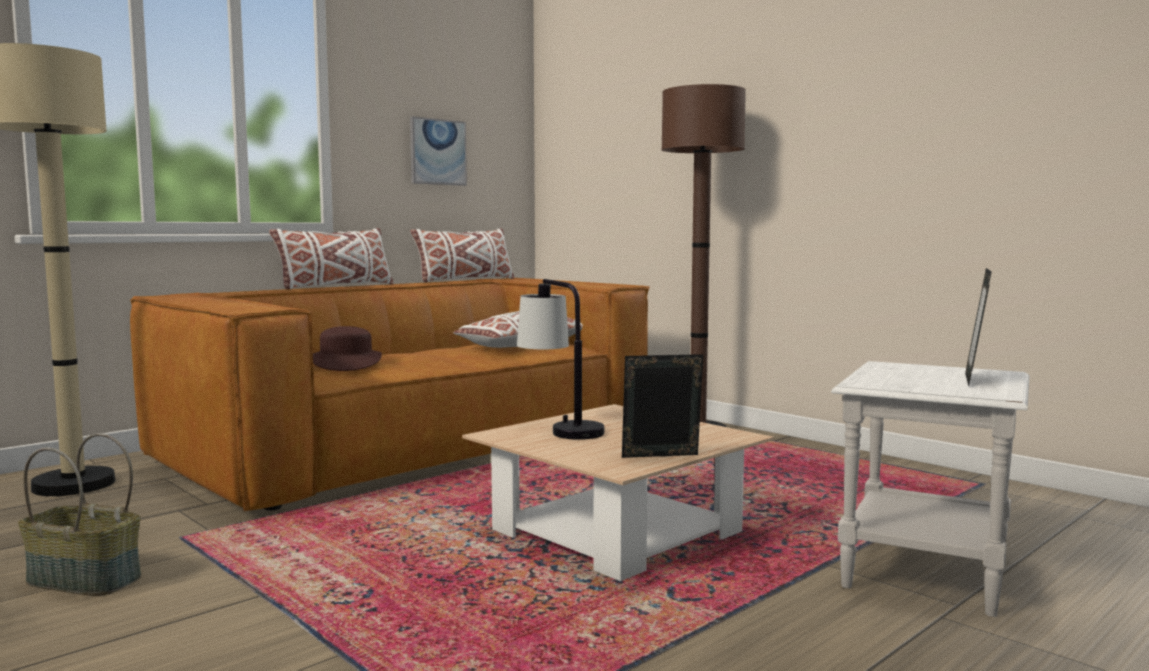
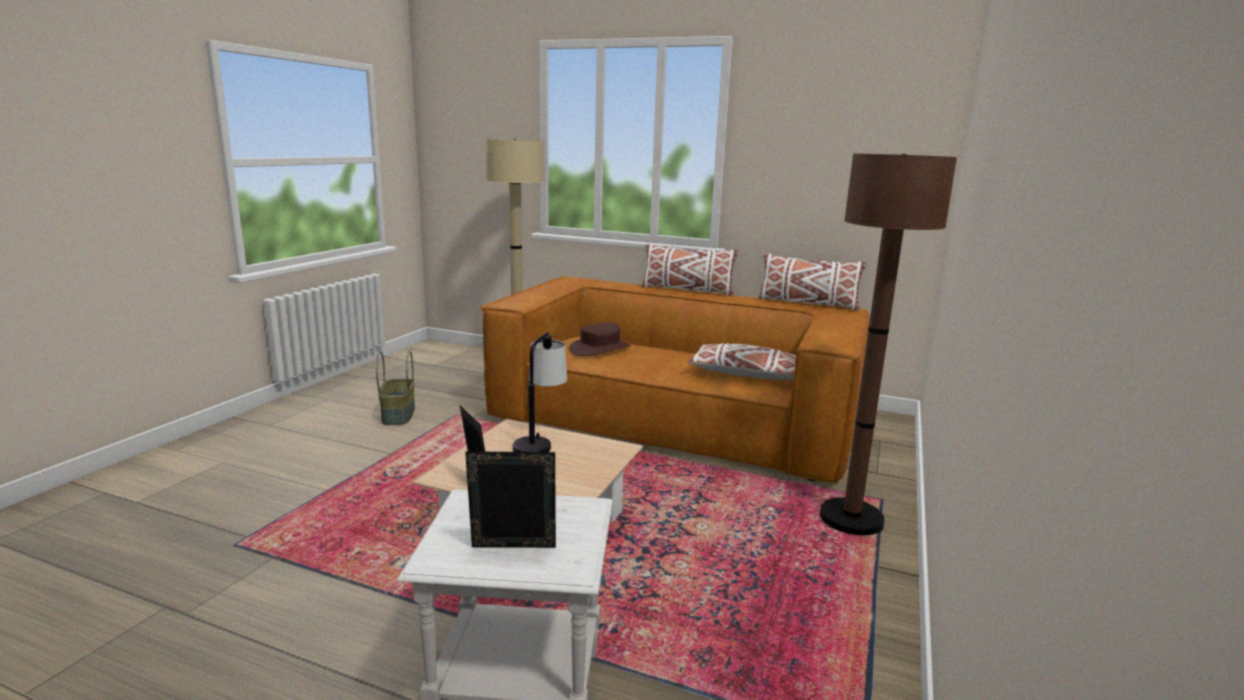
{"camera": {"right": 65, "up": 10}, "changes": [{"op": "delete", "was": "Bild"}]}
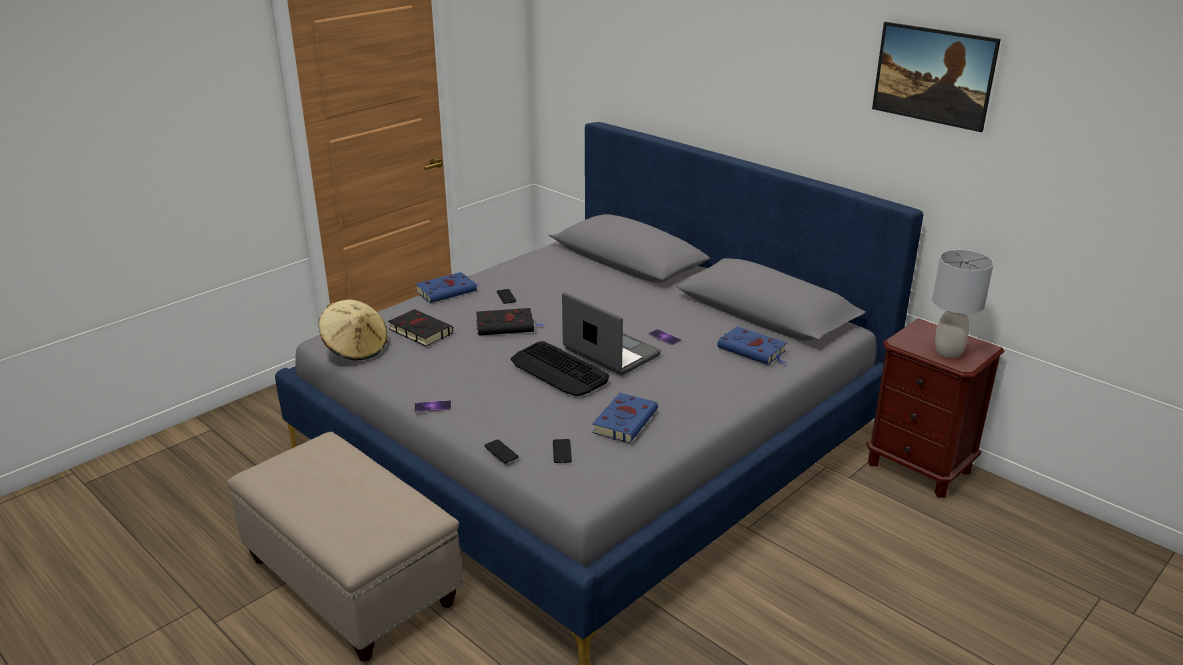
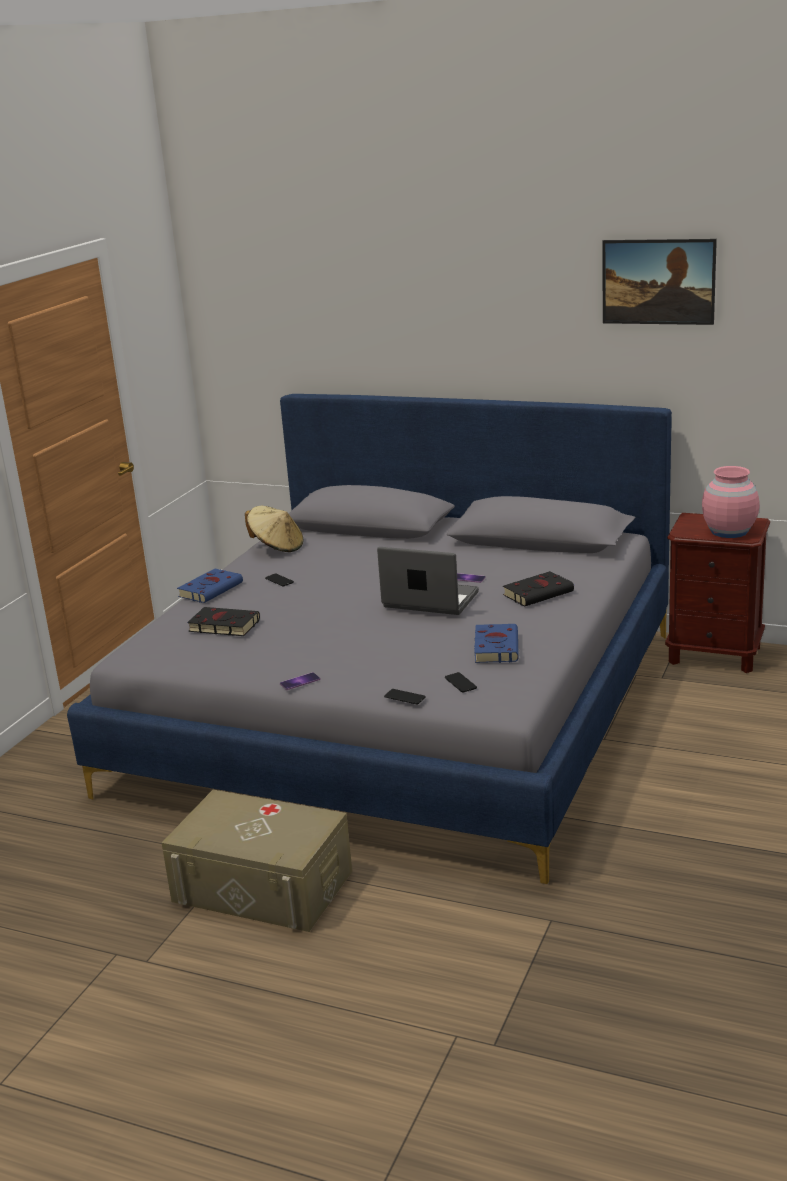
{"camera": {"right": -20, "up": -5}, "changes": [{"op": "replace", "was": "Polsterhocker (beige)", "now": "Aufbewahrungsbox (beige)"}, {"op": "move", "was": "Hut (beige)"}, {"op": "move", "was": "Buch (schwarz) (2nd from left)"}, {"op": "delete", "was": "Tastatur"}, {"op": "delete", "was": "Buch (blau) (3rd from left)"}, {"op": "replace", "was": "Tischlampe (grau)", "now": "Vase (rosa)"}]}
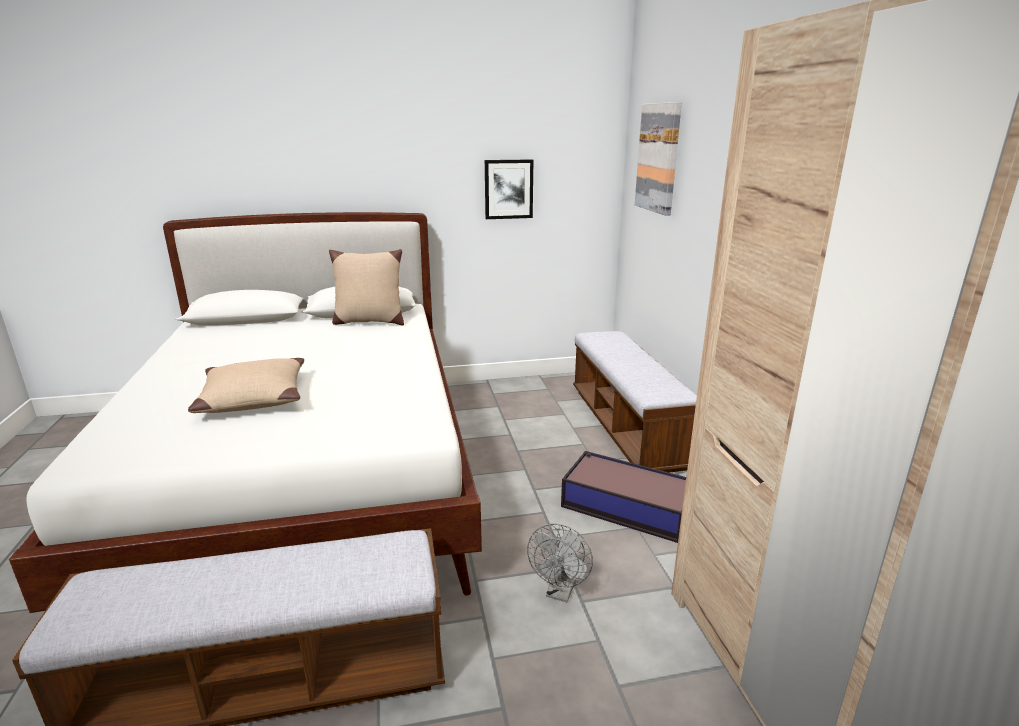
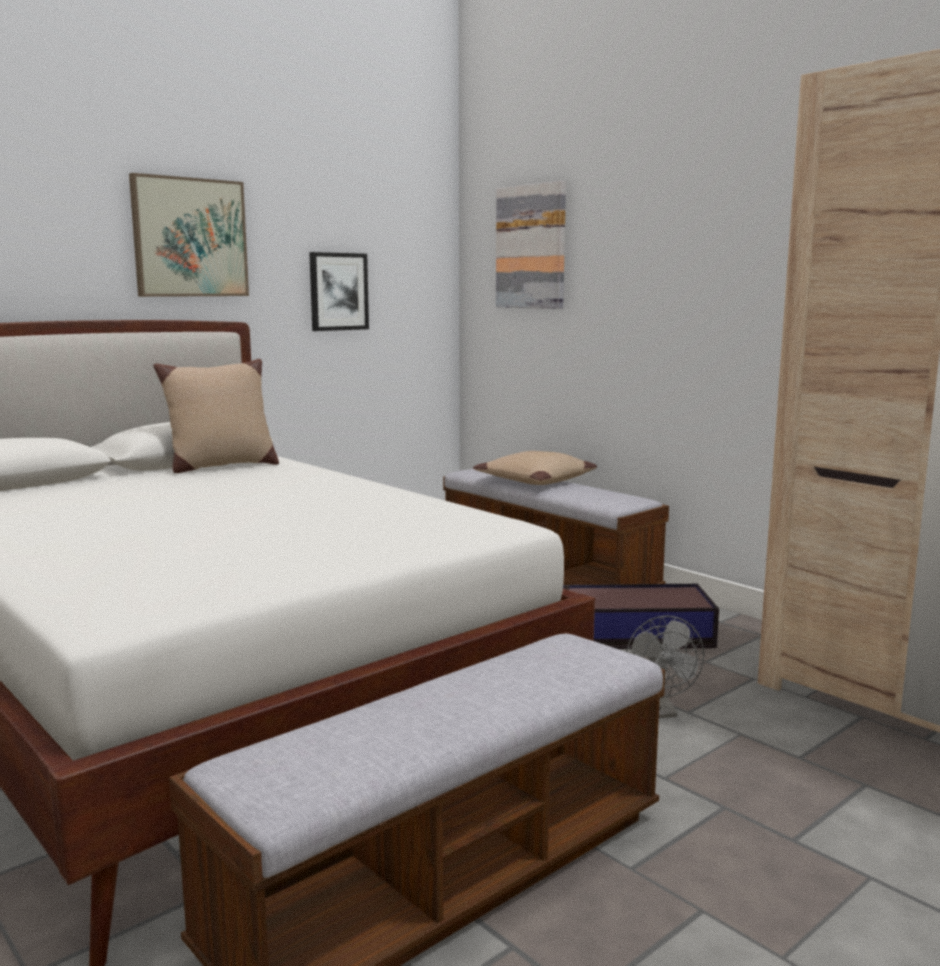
{"camera": {"right": -30, "up": -10}, "changes": [{"op": "move", "was": "Kissen (beige) (1st from left in the first image)", "now": "Kissen (beige) (2nd from left)"}, {"op": "insert", "now": "Bild (1st from left)"}]}
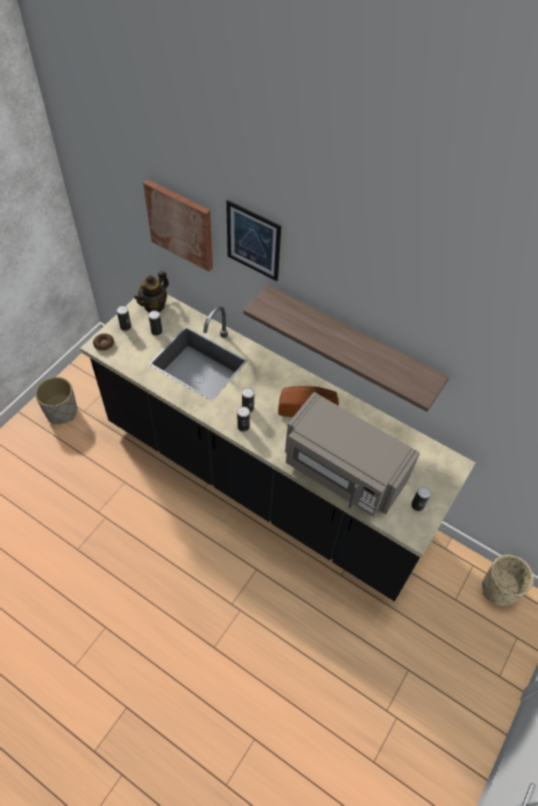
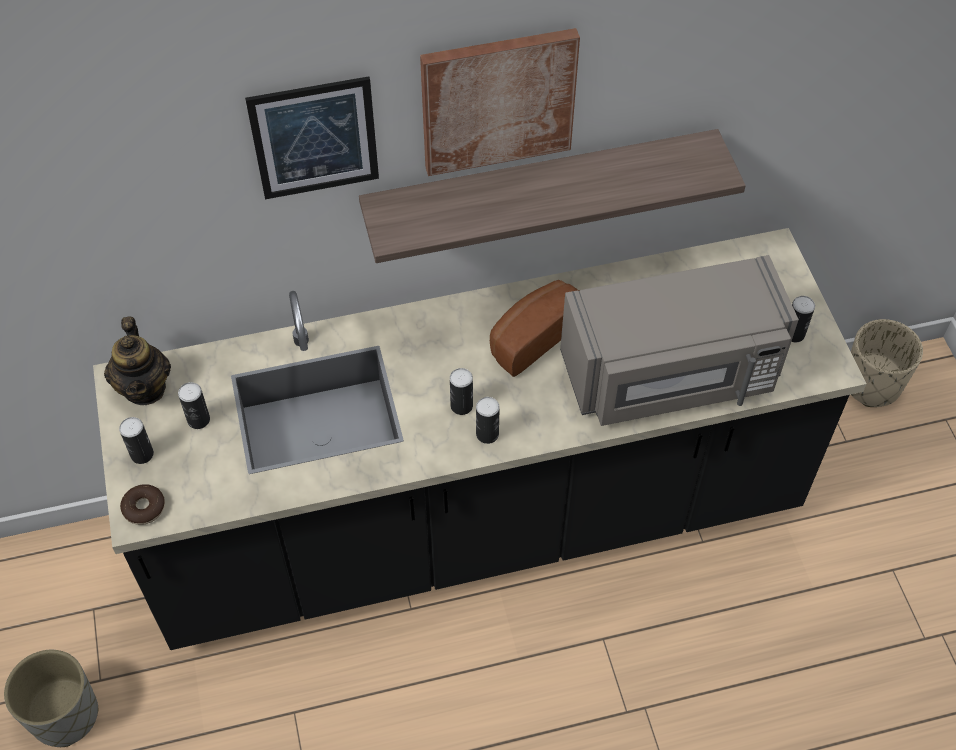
{"camera": {"right": -45, "up": 0}, "changes": [{"op": "move", "was": "Bild (1st from left in the first image)", "now": "Bild (2nd from left)"}]}
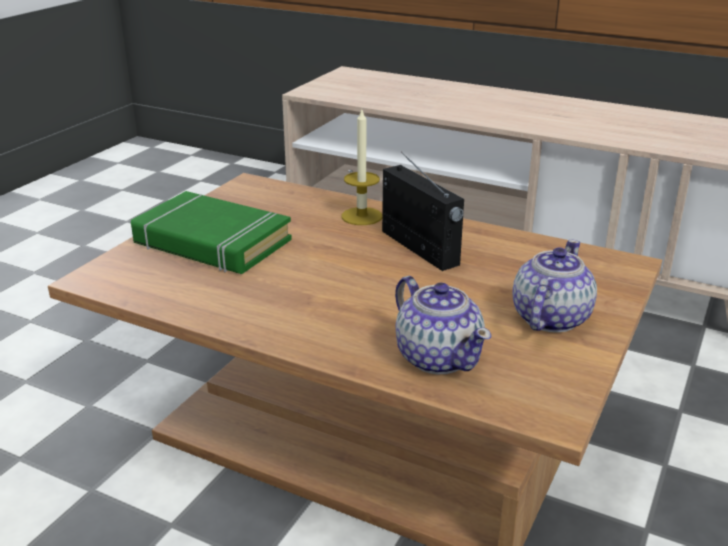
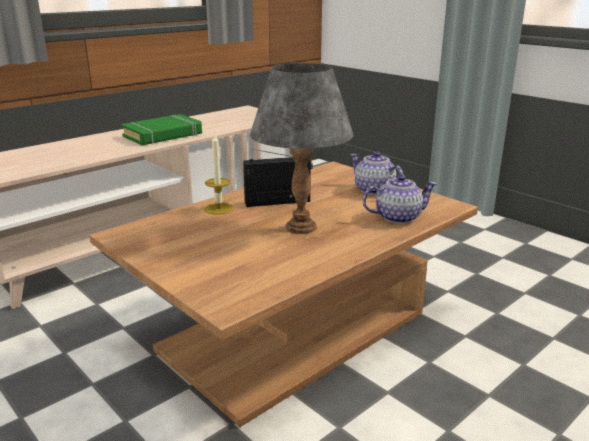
{"camera": {"right": -70, "up": -5}, "changes": [{"op": "move", "was": "Buch (grün)"}, {"op": "insert", "now": "Tischlampe (grau)"}]}
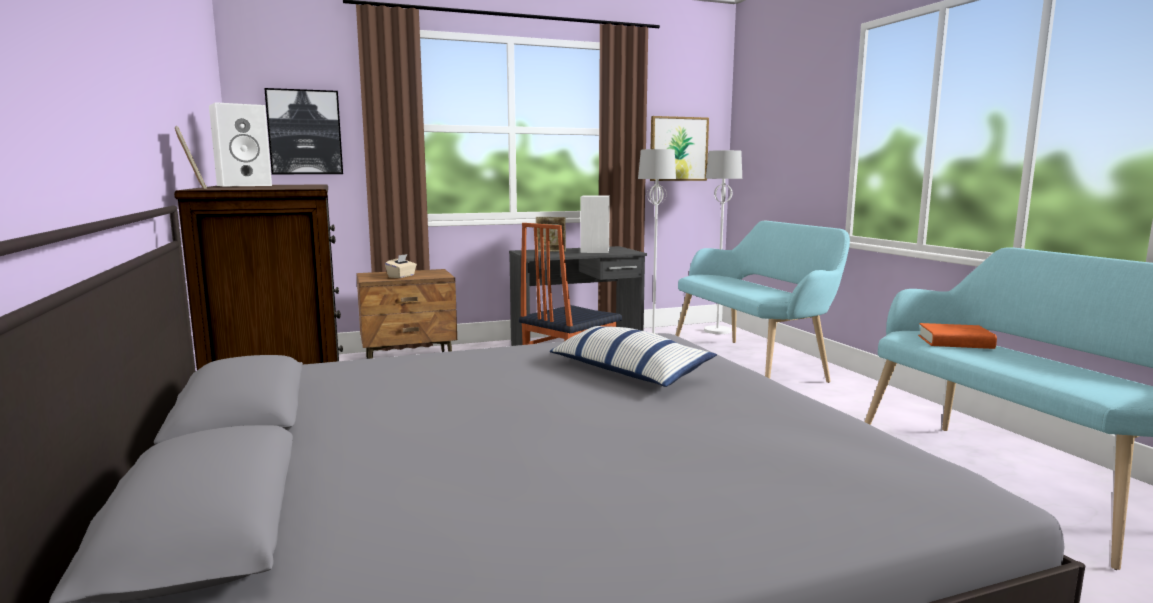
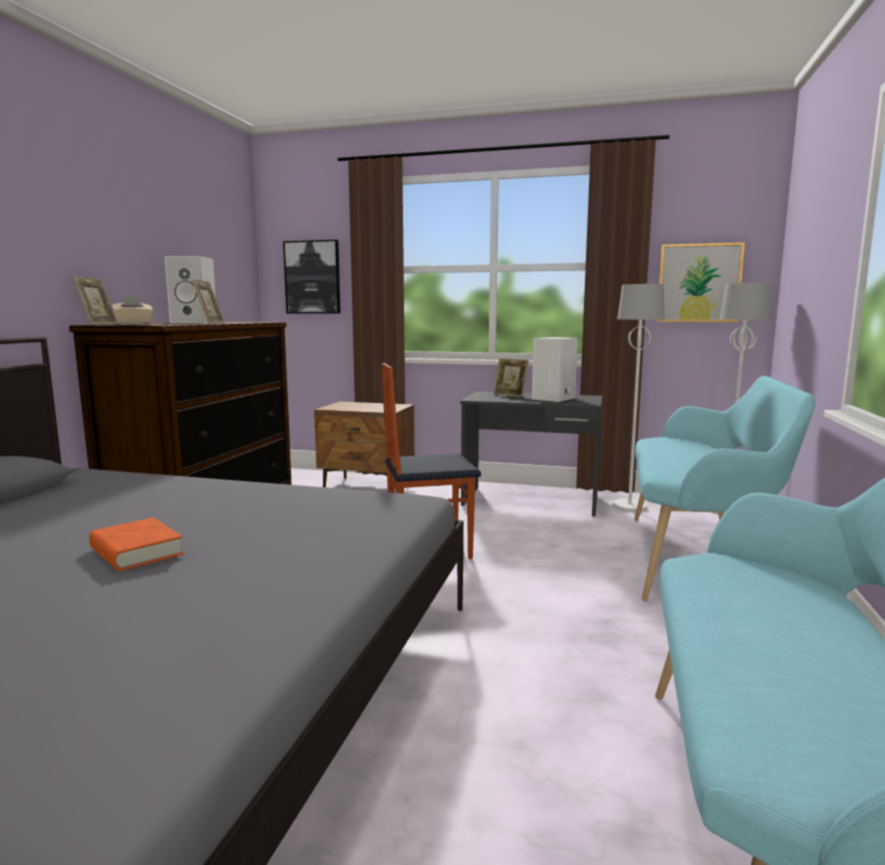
{"camera": {"right": 35, "up": 0}, "changes": [{"op": "move", "was": "Taschentuchbox (beige)"}, {"op": "delete", "was": "Kissen"}, {"op": "move", "was": "Buch (orange)"}, {"op": "insert", "now": "Bilderrahmen (2nd from left)"}]}
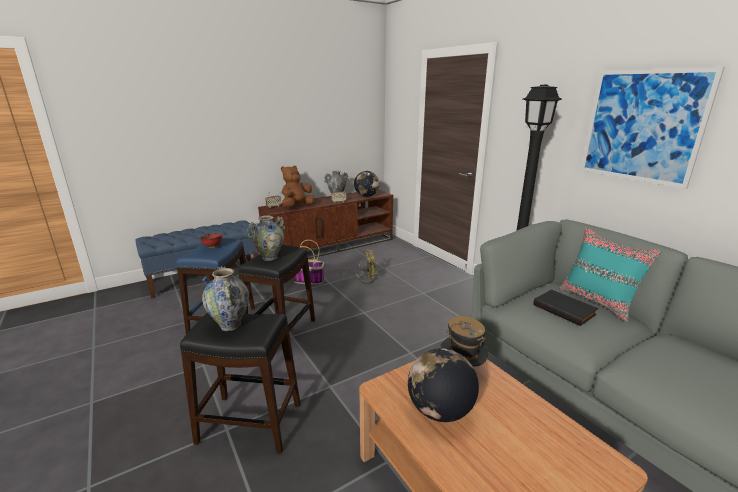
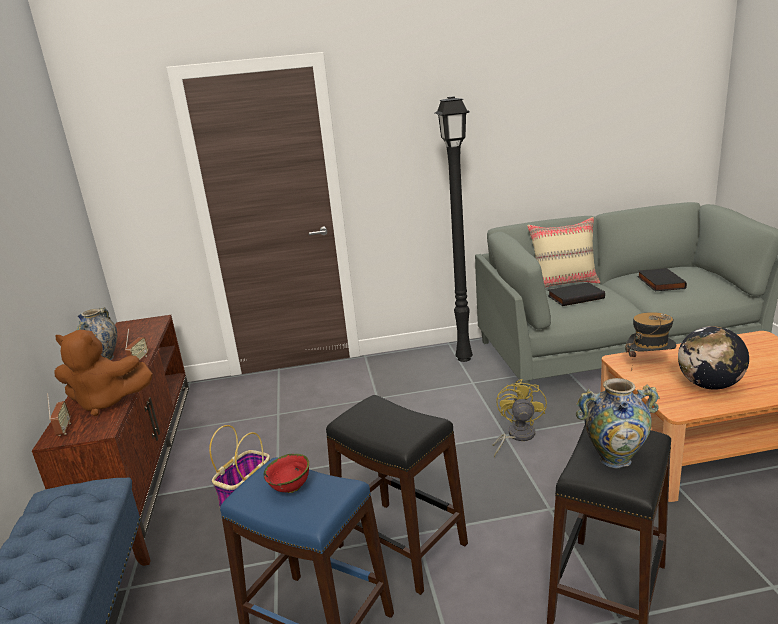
{"camera": {"right": -65, "up": 0}, "changes": [{"op": "delete", "was": "Vase (2nd from left)"}, {"op": "rotate", "was": "Plüschtier (braun)", "clockwise": -60}, {"op": "move", "was": "Ventilator (gelb)"}, {"op": "delete", "was": "Globus (1st from left)"}, {"op": "recolor", "was": "Kissen (türkis)", "now": "Kissen (beige)"}, {"op": "delete", "was": "Bild"}, {"op": "insert", "now": "Buch (schwarz) (2nd from left)"}]}
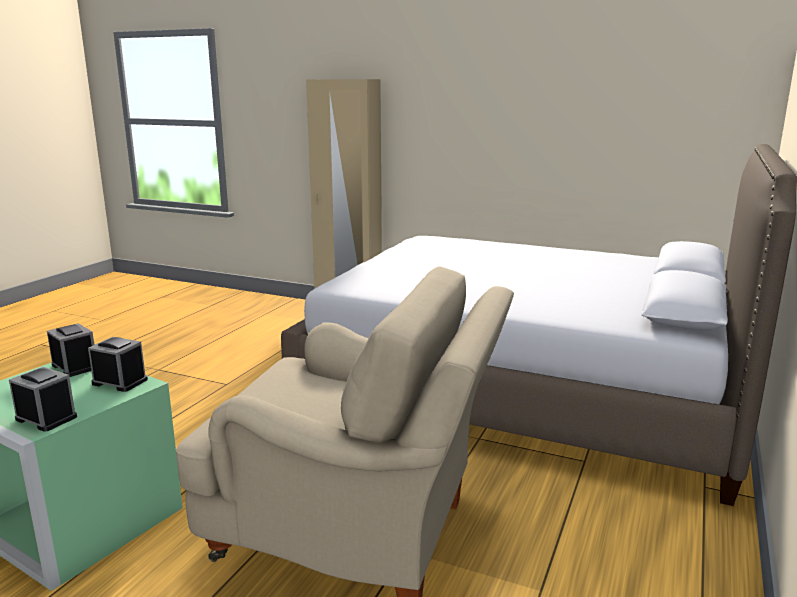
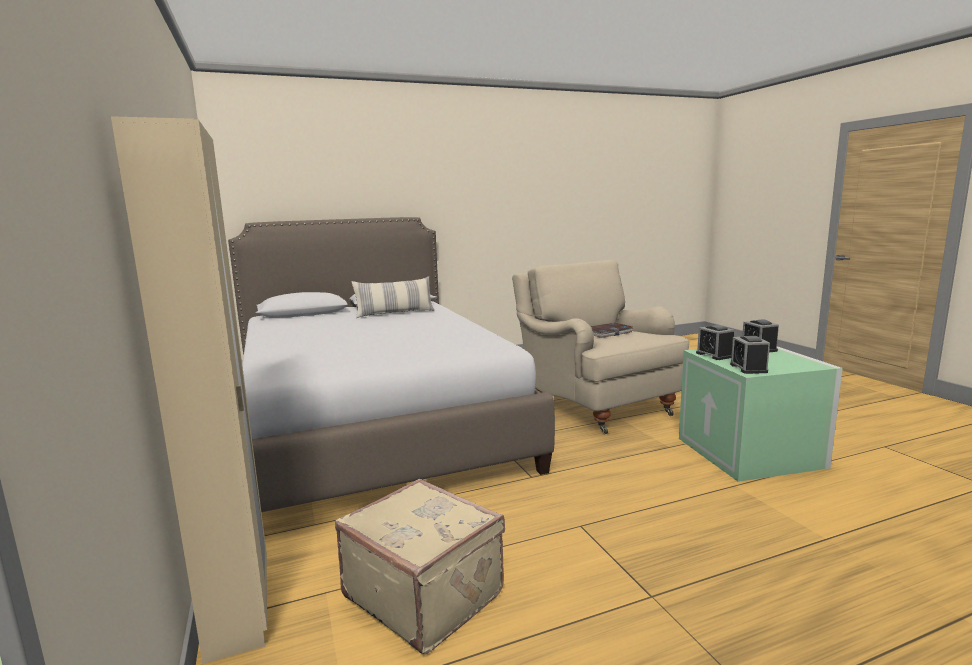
{"camera": {"right": -135, "up": -5}, "changes": [{"op": "insert", "now": "Koffer (beige)"}, {"op": "insert", "now": "Kissen"}, {"op": "insert", "now": "Buch"}]}
